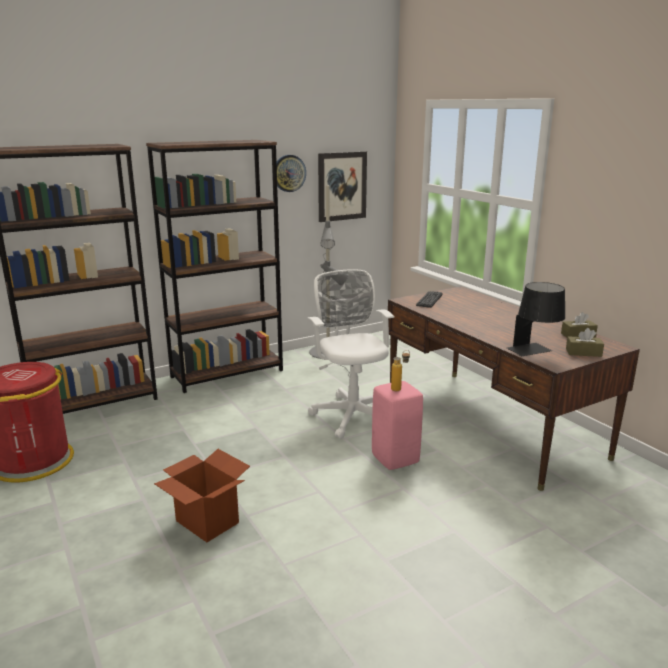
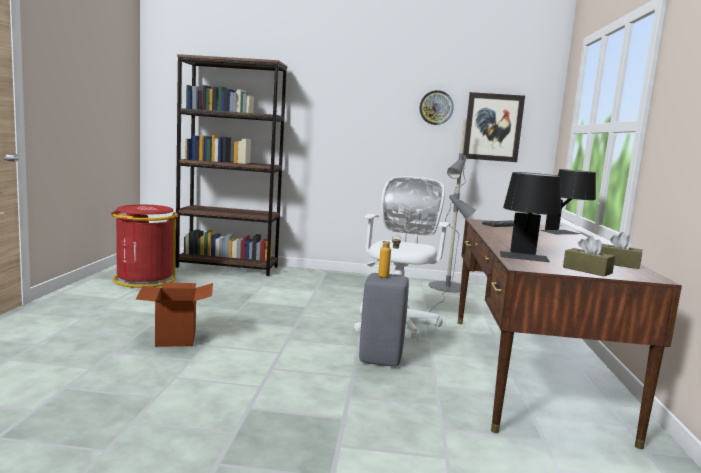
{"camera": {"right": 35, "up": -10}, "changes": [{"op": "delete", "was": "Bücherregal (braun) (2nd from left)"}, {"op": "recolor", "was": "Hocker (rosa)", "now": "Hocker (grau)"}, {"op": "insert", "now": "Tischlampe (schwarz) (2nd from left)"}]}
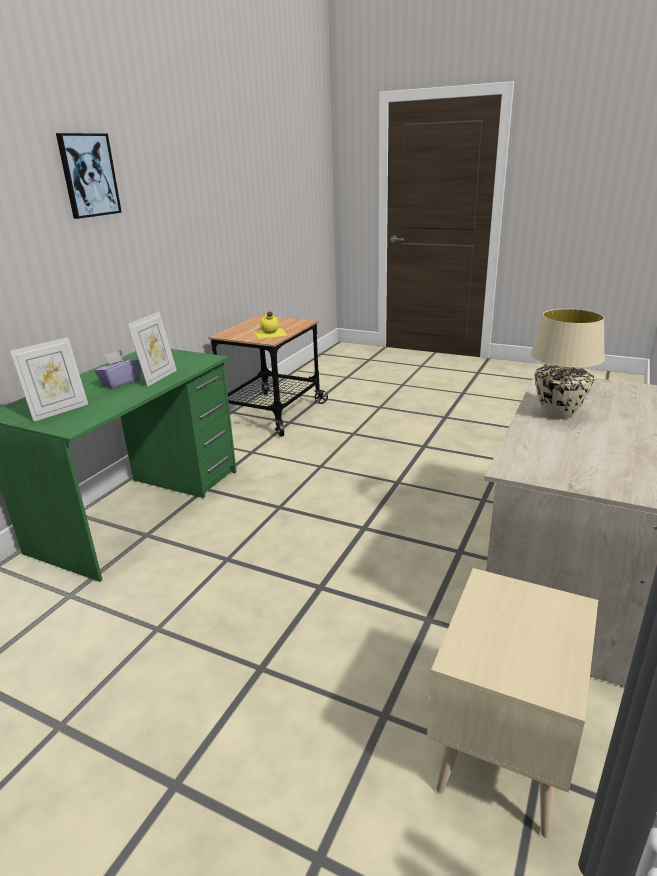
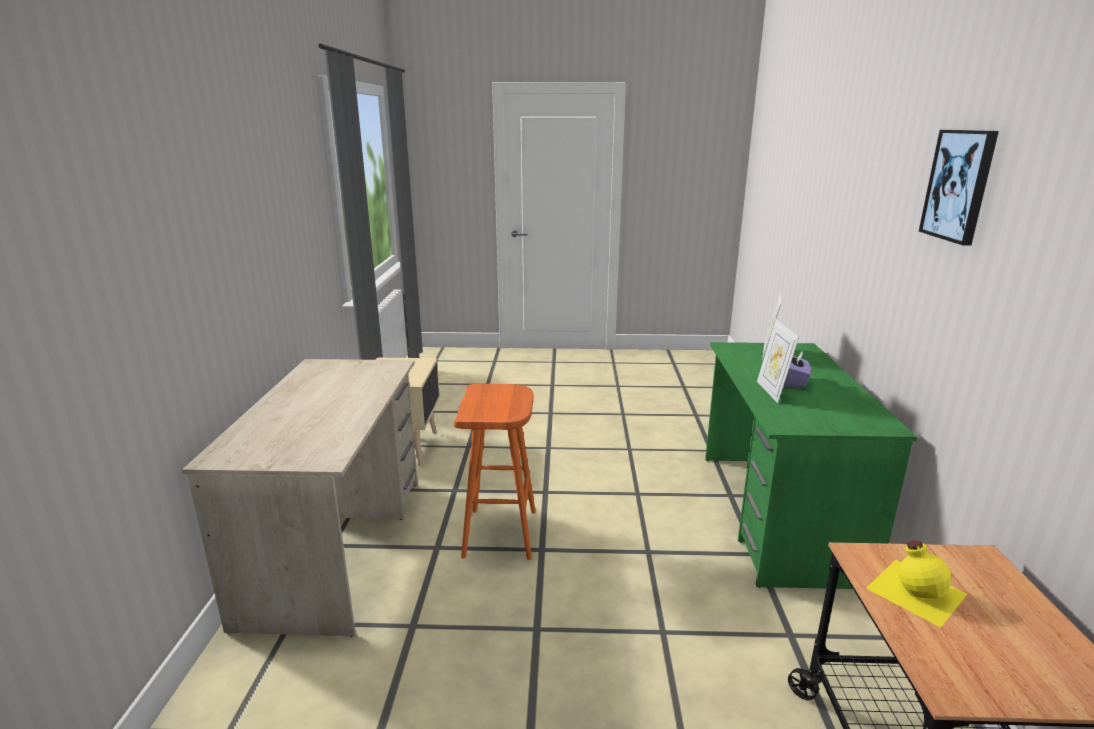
{"camera": {"right": 155, "up": -5}, "changes": [{"op": "delete", "was": "Tischlampe (beige)"}, {"op": "insert", "now": "Hocker (orange)"}]}
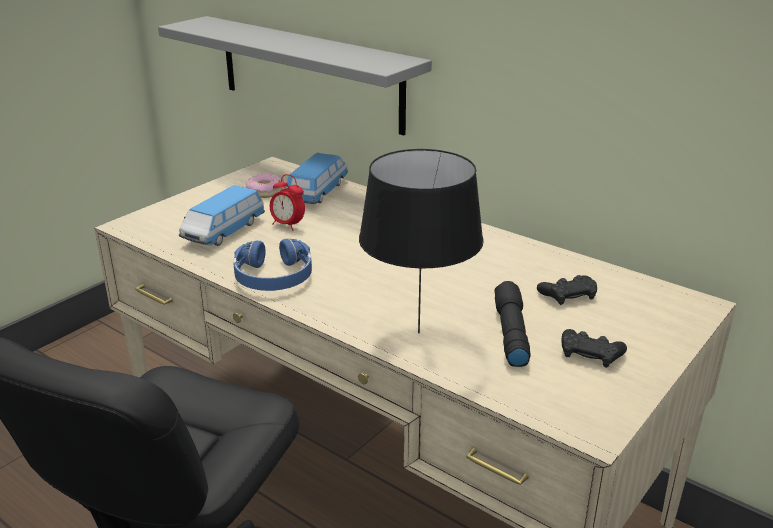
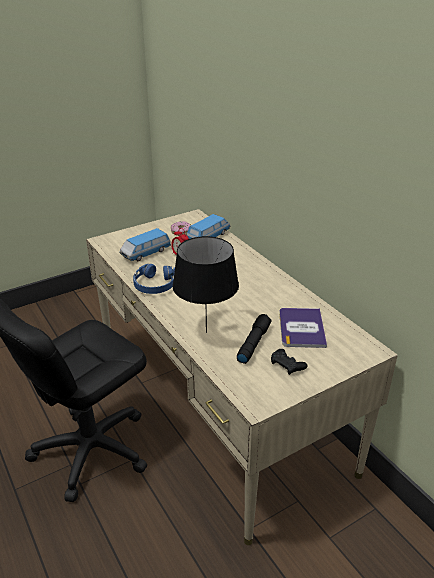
{"camera": {"right": 20, "up": 5}, "changes": [{"op": "delete", "was": "Wandregal (grau)"}, {"op": "replace", "was": "Gamepad (schwarz) (1st from left)", "now": "Buch"}]}
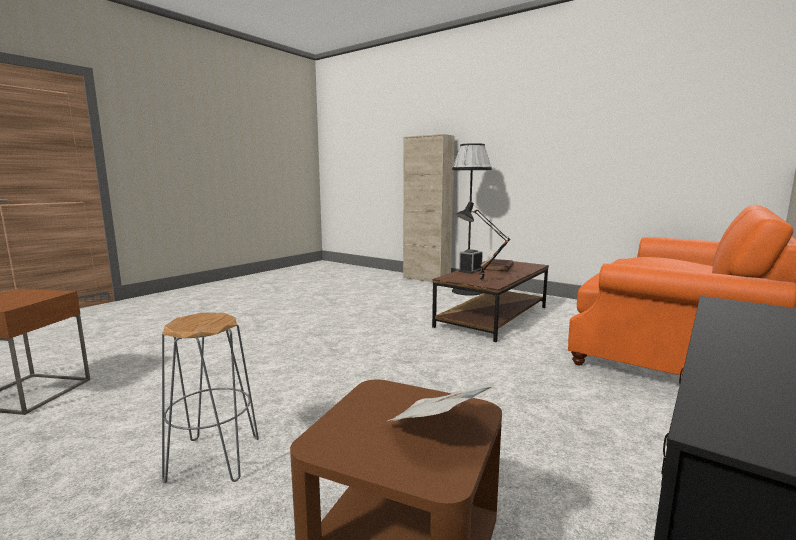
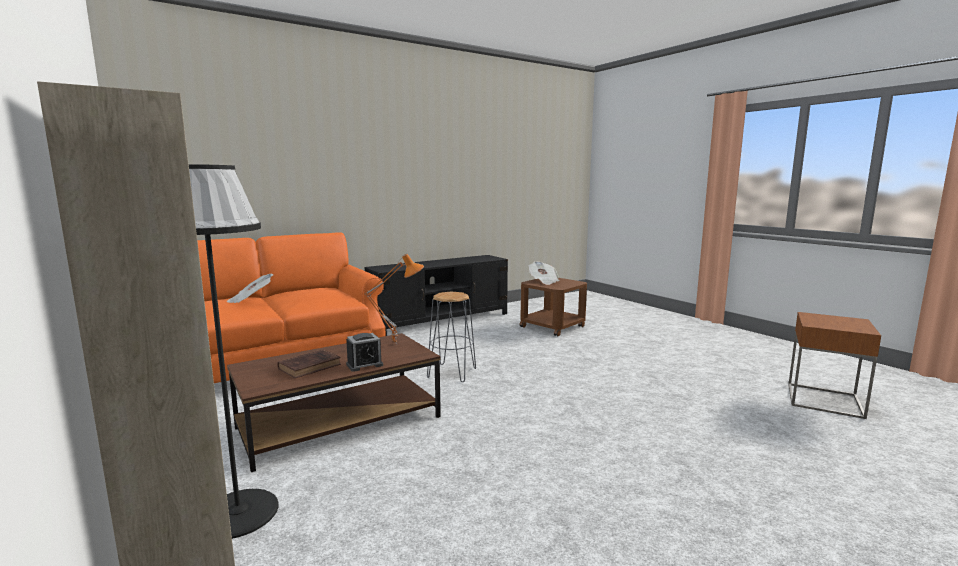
{"camera": {"right": -160, "up": 0}, "changes": [{"op": "move", "was": "Hocker (grau)"}, {"op": "recolor", "was": "Tischlampe (schwarz)", "now": "Tischlampe (orange)"}, {"op": "insert", "now": "Zeitung (1st from left)"}]}
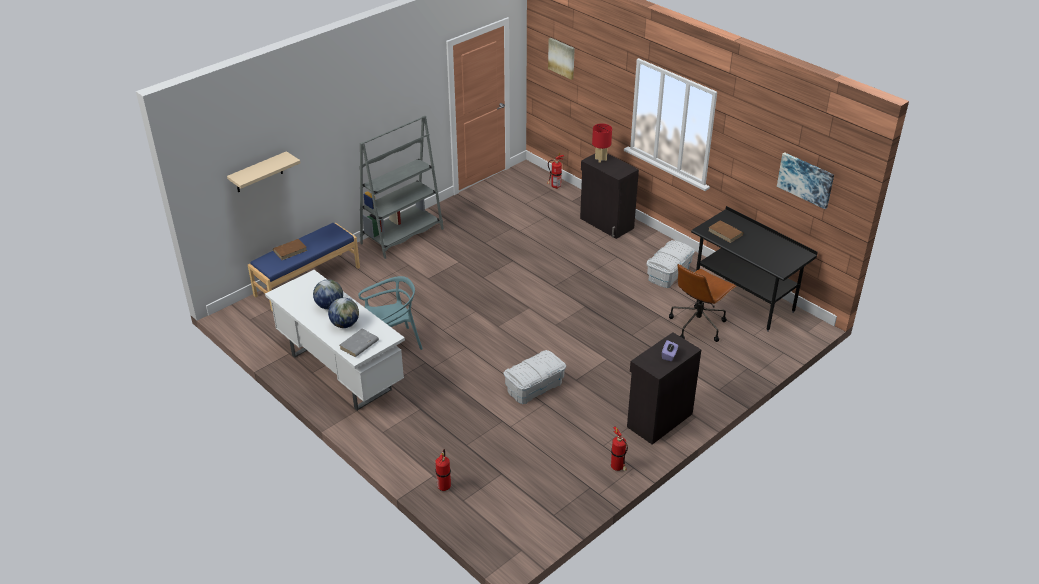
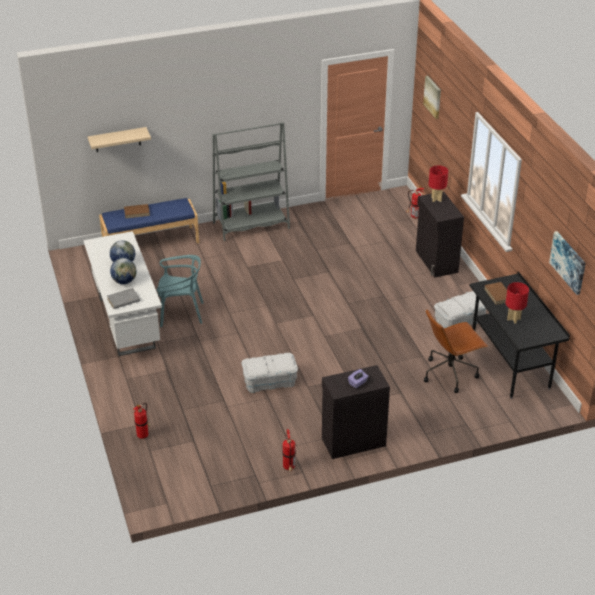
{"camera": {"right": 25, "up": 0}, "changes": [{"op": "insert", "now": "Tischlampe (rot) (2nd from left)"}]}
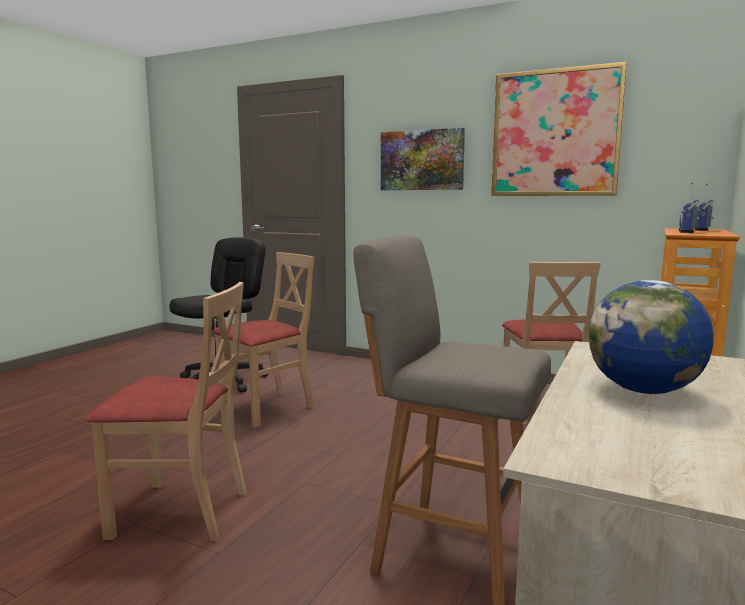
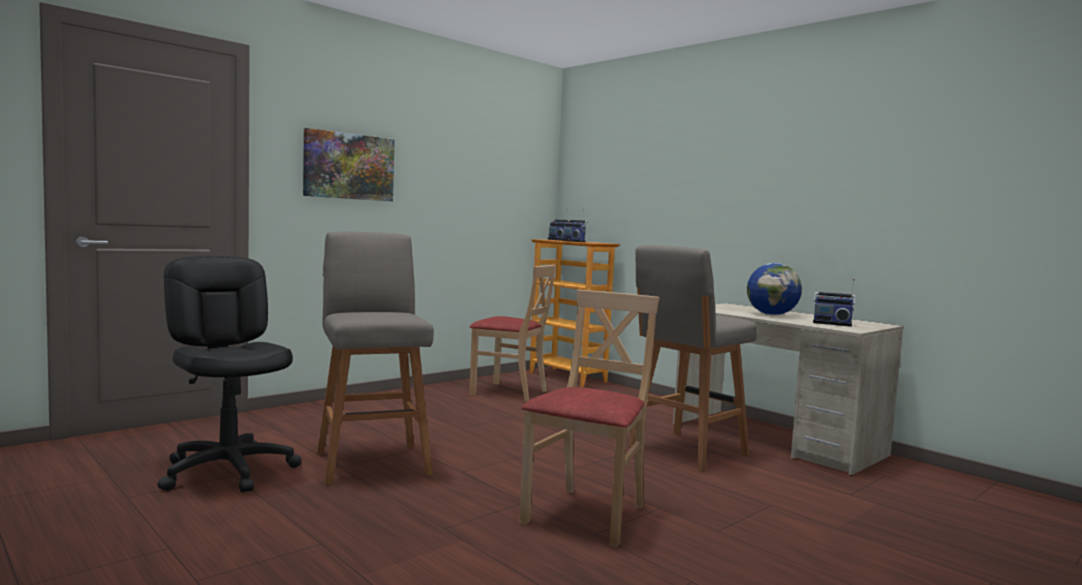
{"camera": {"right": -70, "up": -5}, "changes": [{"op": "replace", "was": "Stuhl (beige) (2nd from left)", "now": "Hocker (grau) (1st from left)"}, {"op": "delete", "was": "Bild (2nd from left)"}, {"op": "insert", "now": "Radio (3rd from left)"}]}
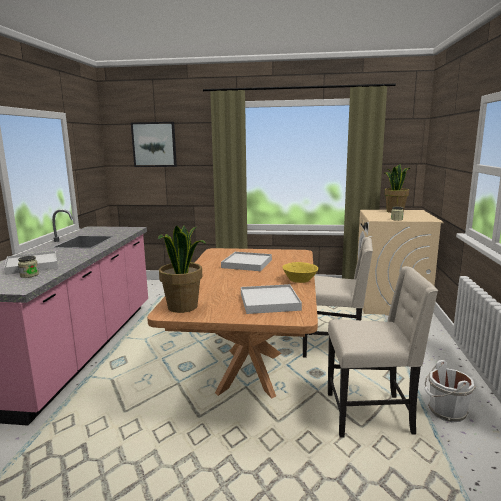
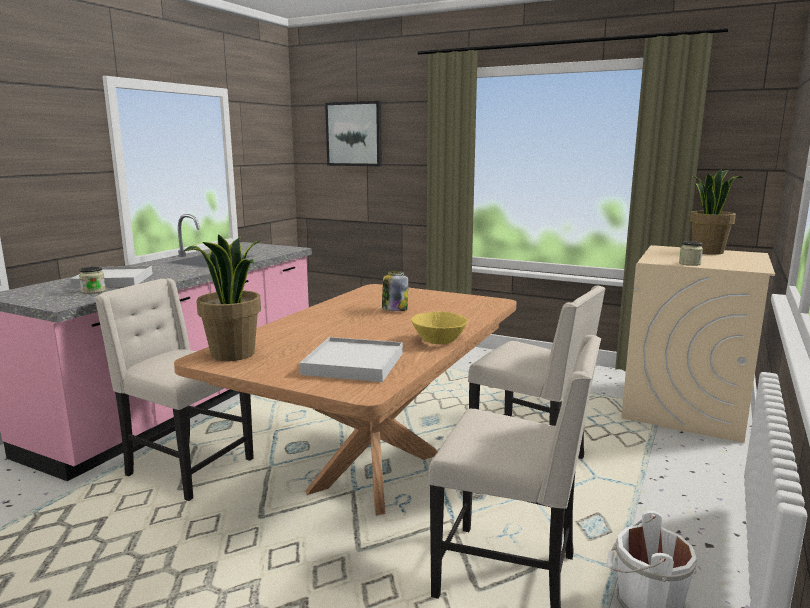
{"camera": {"right": 20, "up": 0}, "changes": [{"op": "replace", "was": "Tablett (weiß) (2nd from left)", "now": "Vorratsglas (2nd from left)"}, {"op": "insert", "now": "Stuhl (beige) (1st from left)"}]}
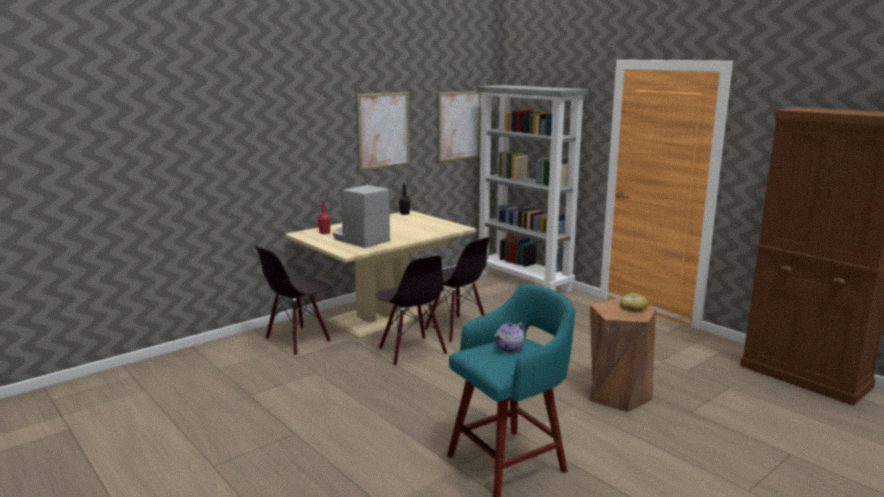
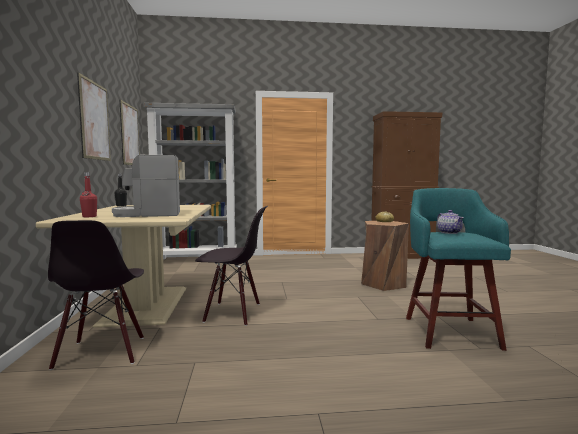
{"camera": {"right": -55, "up": -10}, "changes": [{"op": "delete", "was": "Stuhl (schwarz) (3rd from left)"}]}
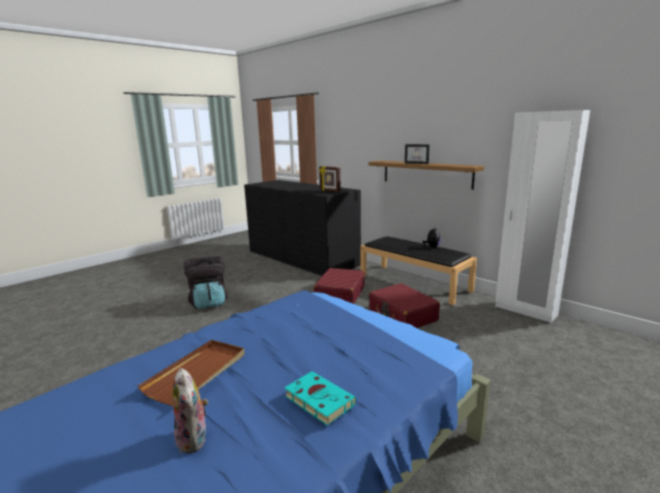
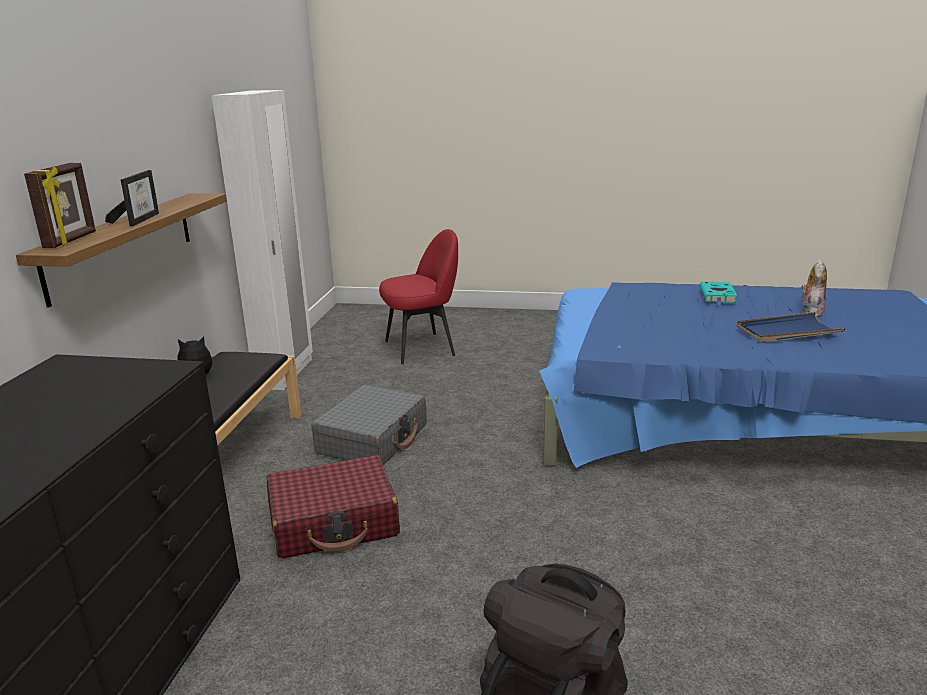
{"camera": {"right": -125, "up": 5}, "changes": [{"op": "recolor", "was": "Tablett (braun)", "now": "Tablett (blau)"}, {"op": "move", "was": "Bilderrahmen (1st from left)"}, {"op": "recolor", "was": "Koffer (rot) (2nd from left)", "now": "Koffer (grau)"}, {"op": "insert", "now": "Stuhl (rot)"}]}
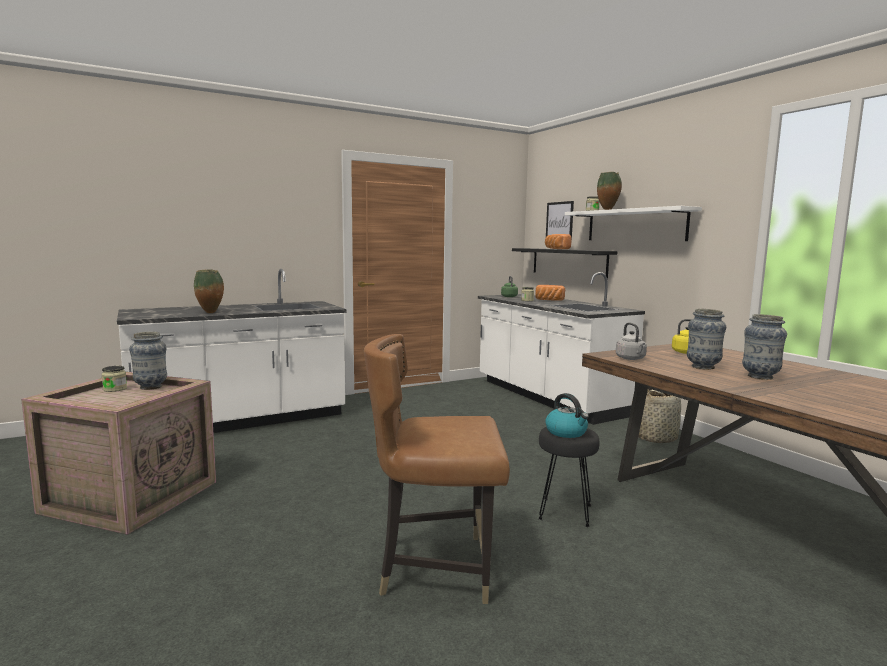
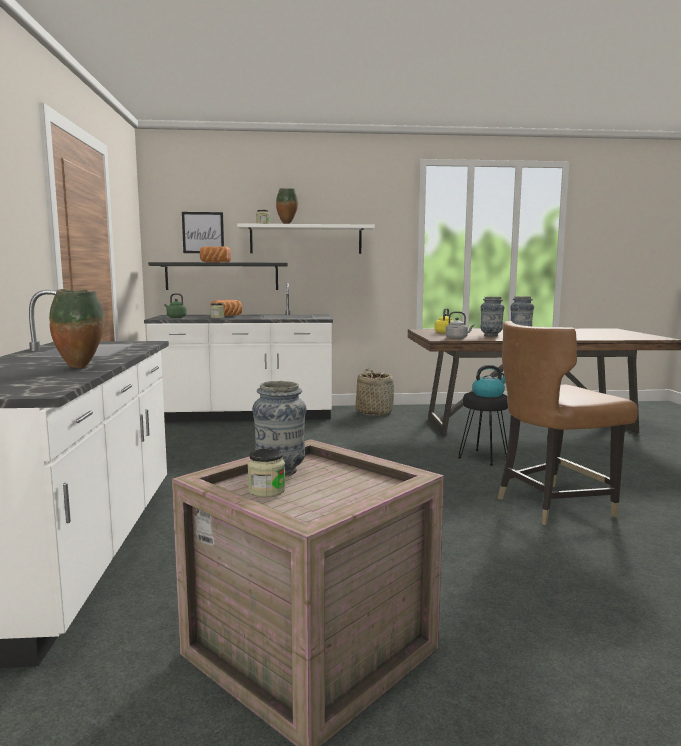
{"camera": {"right": -65, "up": 0}, "changes": [{"op": "rotate", "was": "Stuhl (braun)", "clockwise": 45}]}
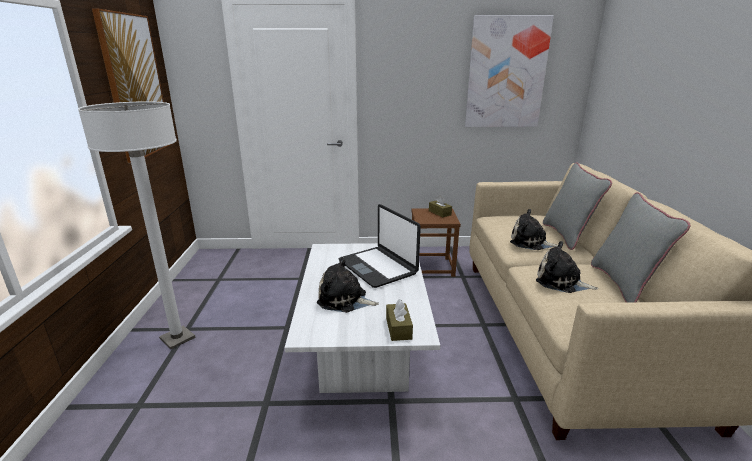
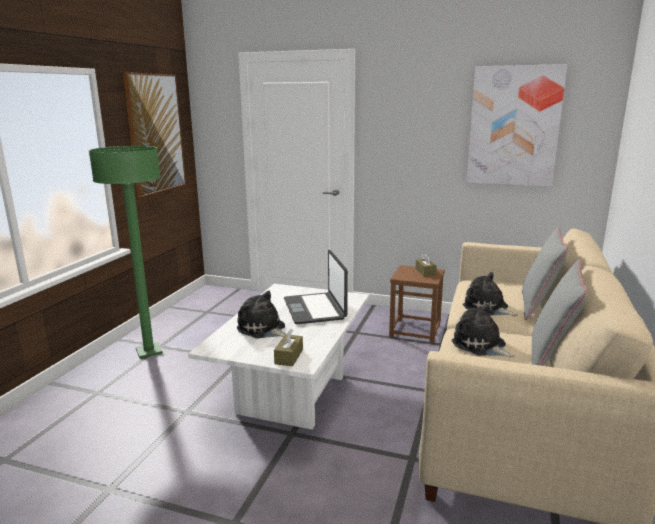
{"camera": {"right": 20, "up": -5}, "changes": [{"op": "recolor", "was": "Stehlampe (weiß)", "now": "Stehlampe (grün)"}]}
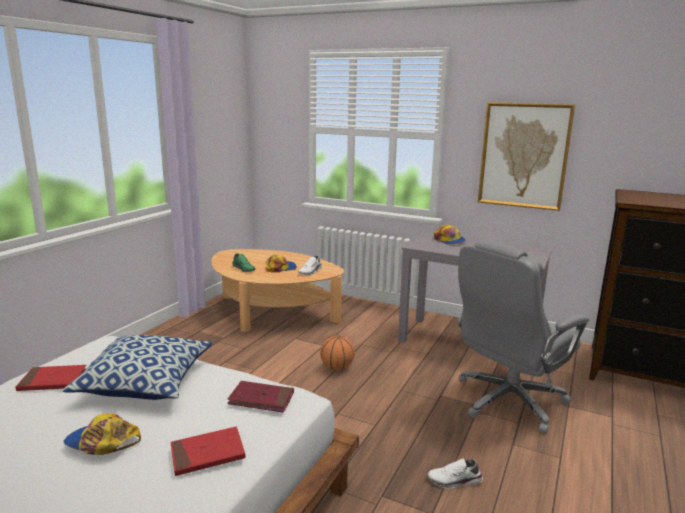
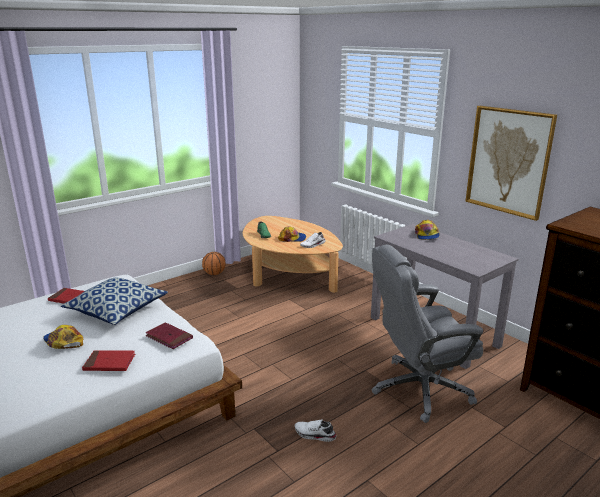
{"camera": {"right": 25, "up": 5}, "changes": [{"op": "move", "was": "Basketball"}]}
